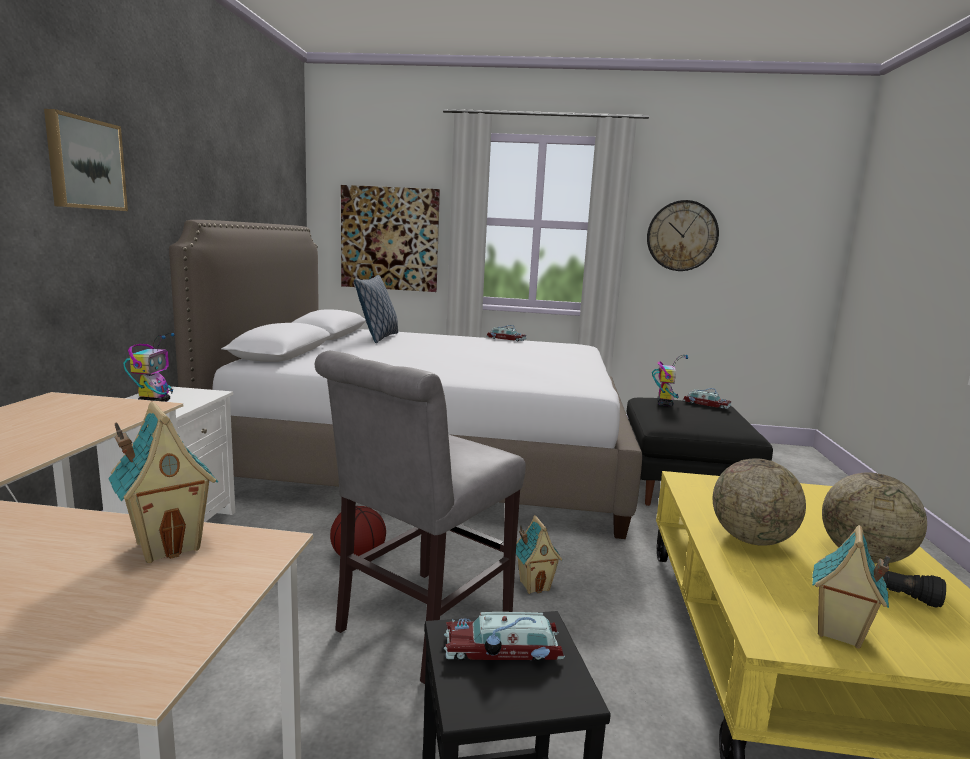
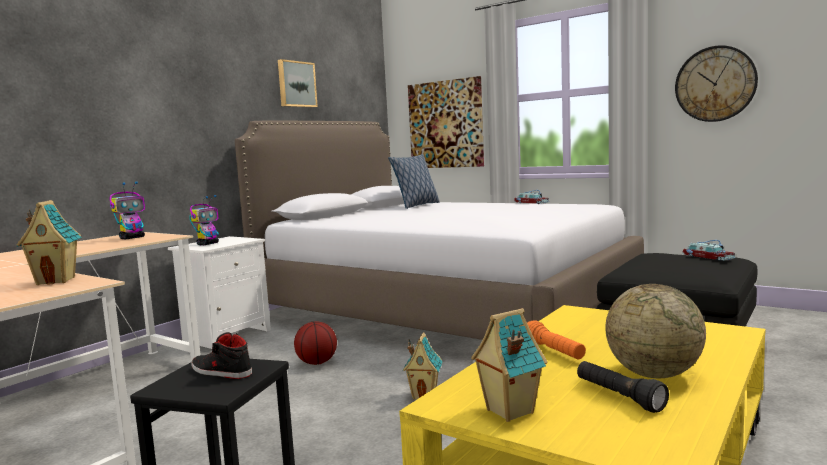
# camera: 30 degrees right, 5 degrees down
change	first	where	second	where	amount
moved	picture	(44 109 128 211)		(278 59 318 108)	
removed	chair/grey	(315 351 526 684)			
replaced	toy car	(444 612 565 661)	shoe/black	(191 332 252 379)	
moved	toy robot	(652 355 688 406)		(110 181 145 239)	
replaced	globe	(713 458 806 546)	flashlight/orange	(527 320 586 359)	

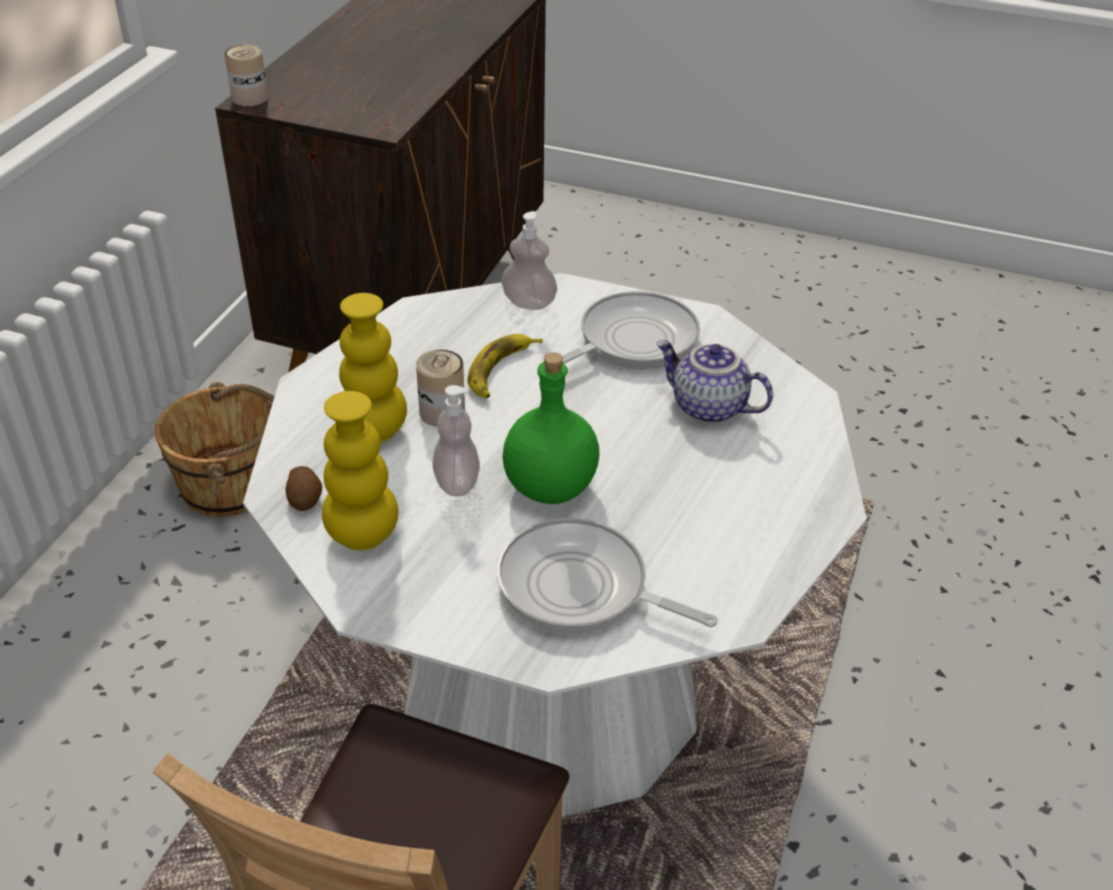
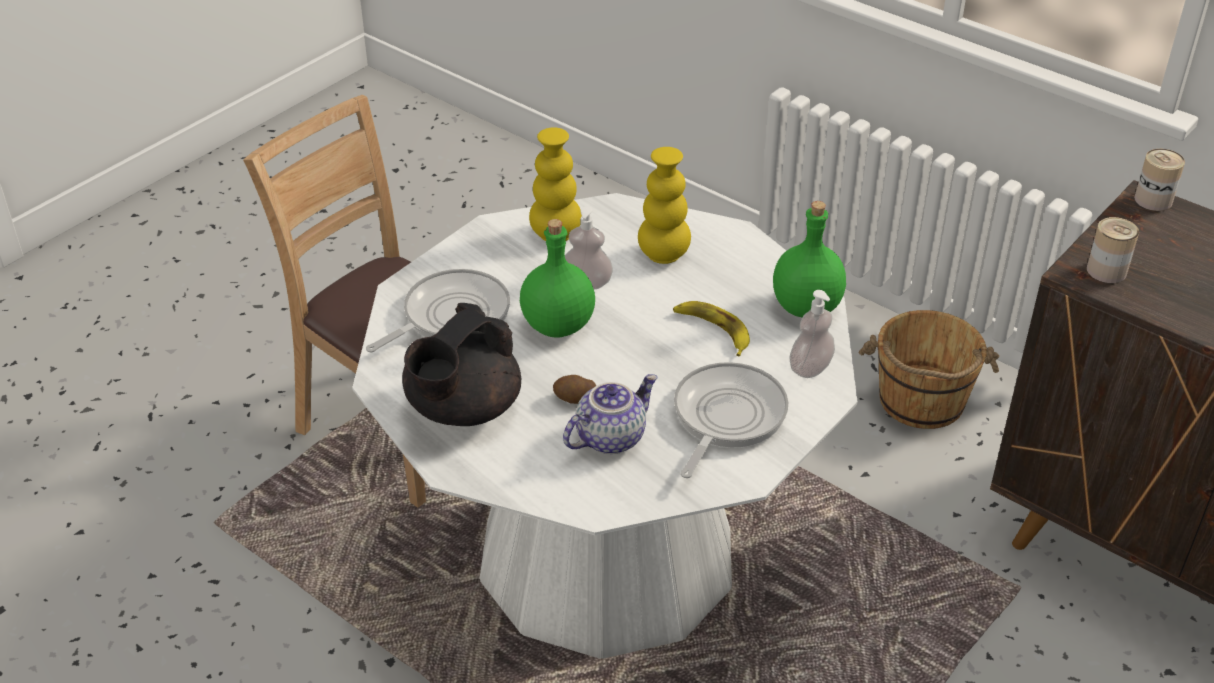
# camera: 110 degrees right, 0 degrees up
change	first	where	second	where	amount
moved	potato	(285 466 322 511)		(553 375 596 404)	
moved	can	(416 349 465 427)		(1087 217 1139 283)	
turned	frying pan	(562 291 700 369)		(674 362 789 478)	135 degrees counterclockwise
added			teapot/black	(402 303 521 426)	
added			bottle/green	(773 201 846 317)	

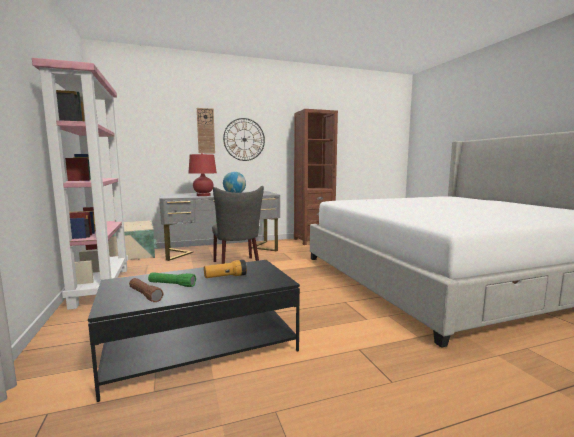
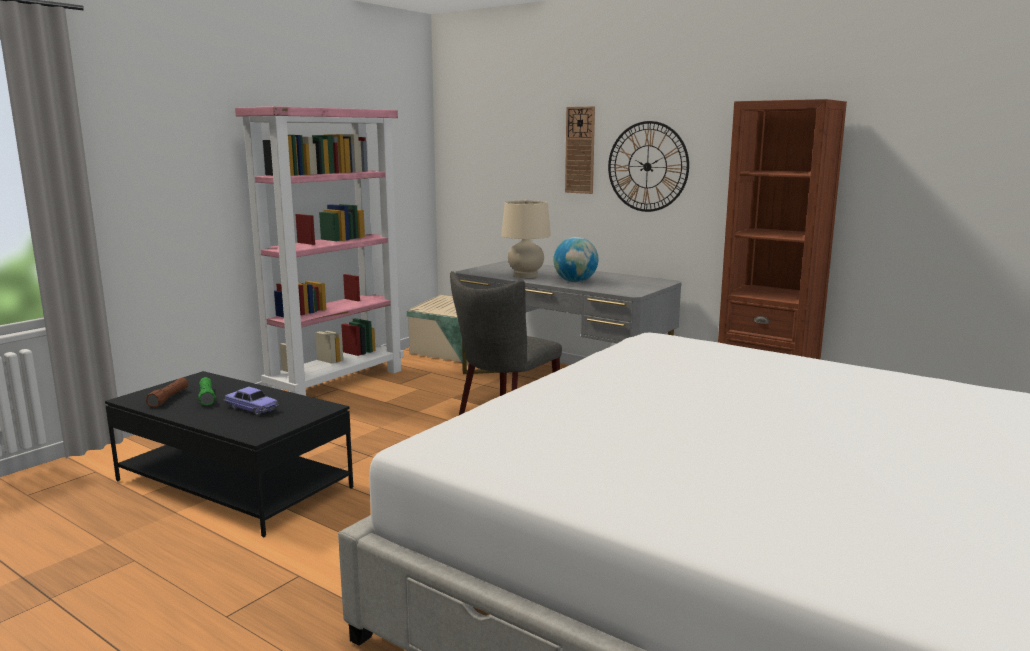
# camera: 55 degrees right, 5 degrees up
change	first	where	second	where	amount
recoloured	table lamp/red	(189 153 217 196)	table lamp/beige	(501 199 551 278)	
replaced	flashlight	(204 260 247 278)	toy car	(224 387 279 415)	

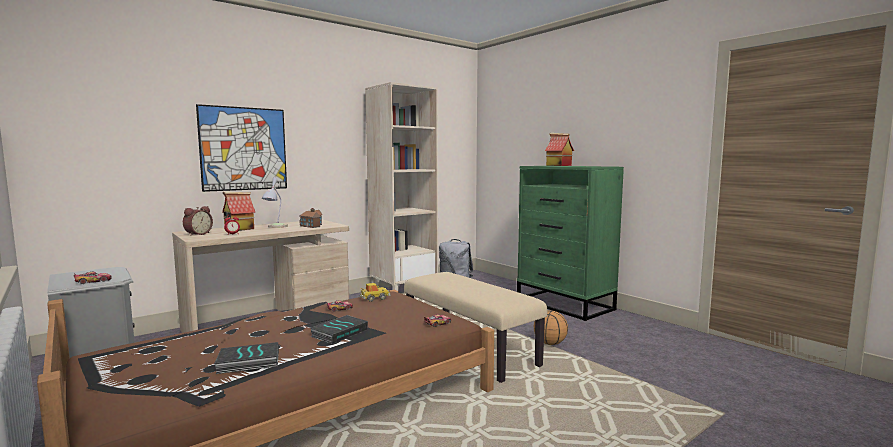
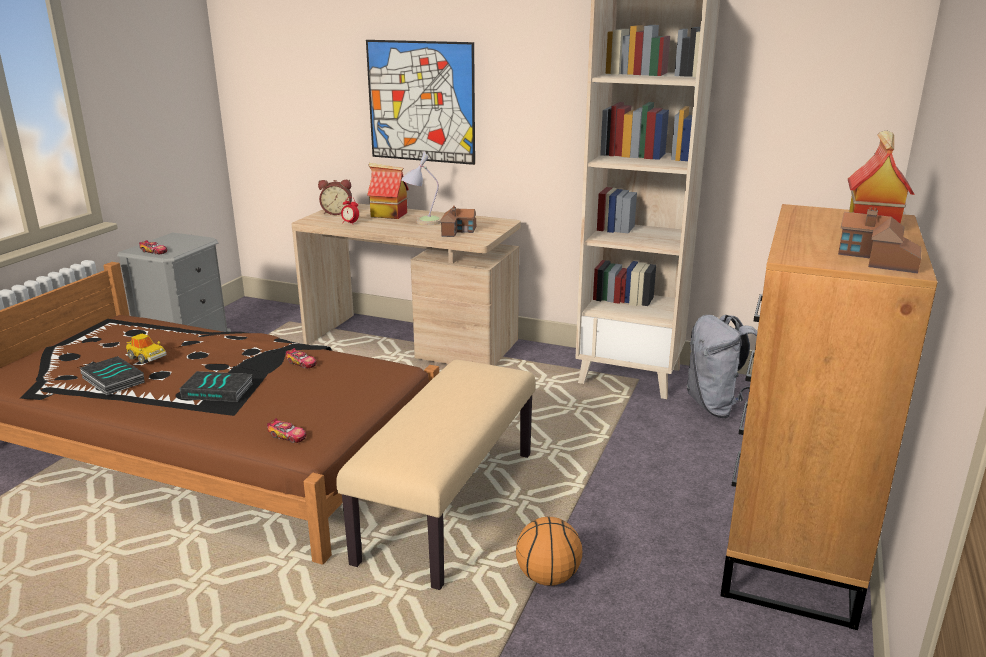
# camera: 60 degrees right, 15 degrees up
change	first	where	second	where	amount
moved	toy car	(360 283 390 302)		(126 333 167 363)	
recoloured	dresser/green	(517 166 624 321)	dresser/brown	(720 204 938 630)	
added			toy house	(838 207 922 274)	

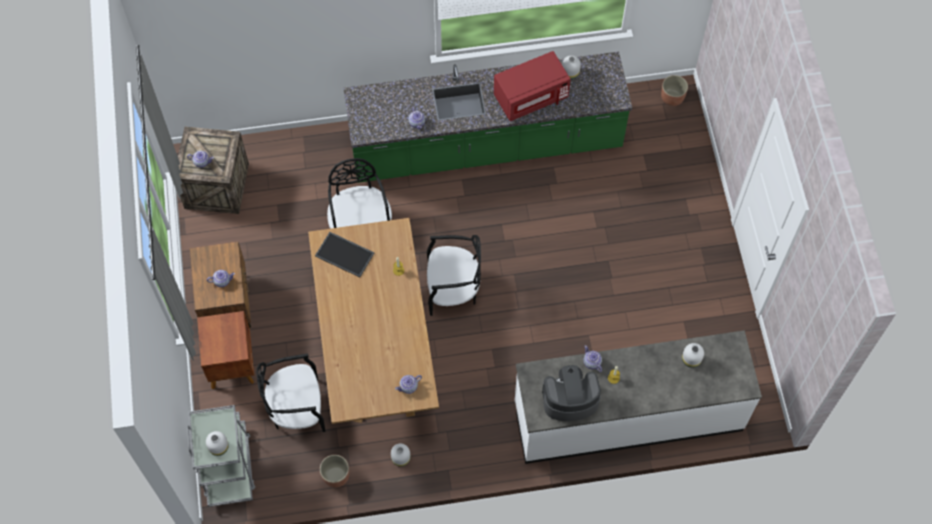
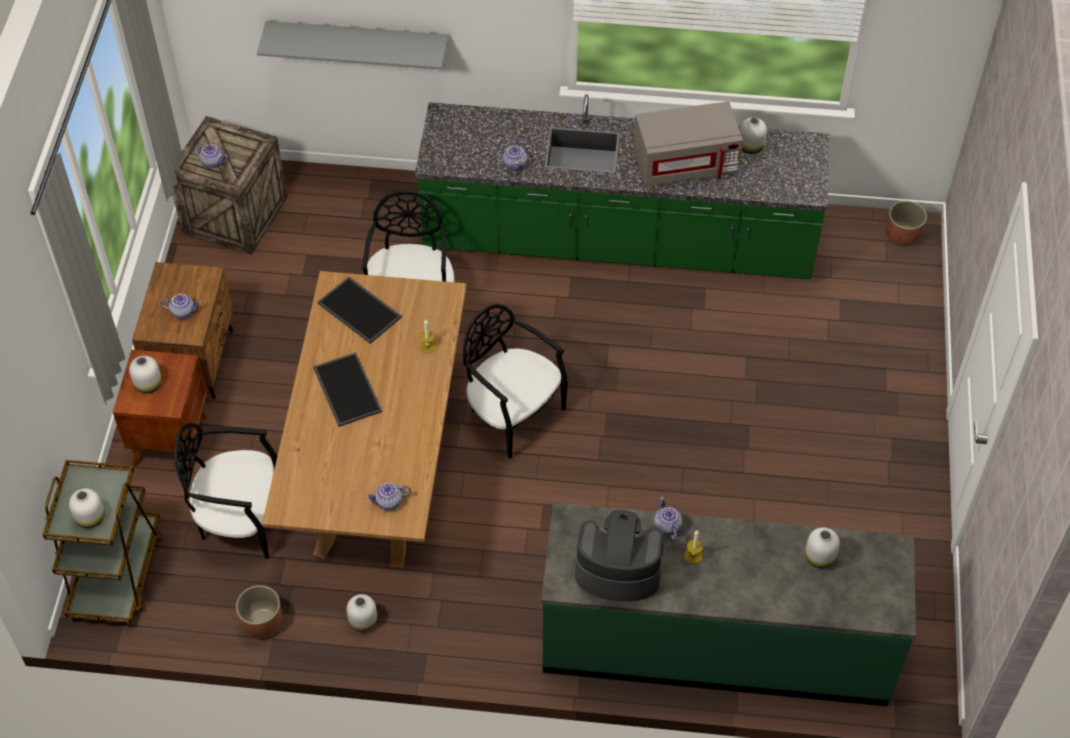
# camera: 15 degrees right, 10 degrees down
change	first	where	second	where	amount
recoloured	cart/grey	(187 405 255 507)	cart/brown	(42 460 162 623)	
turned	chair/black	(427 235 481 316)		(463 303 568 459)	150 degrees counterclockwise
recoloured	microwave/red	(494 51 571 121)	microwave/grey	(633 101 743 187)	
recoloured	counter/white	(515 330 762 464)	counter/green	(541 502 916 706)	
added			vase/white	(129 356 162 394)	
added			shelf/grey	(257 21 448 70)	
added			tray	(313 352 382 427)	

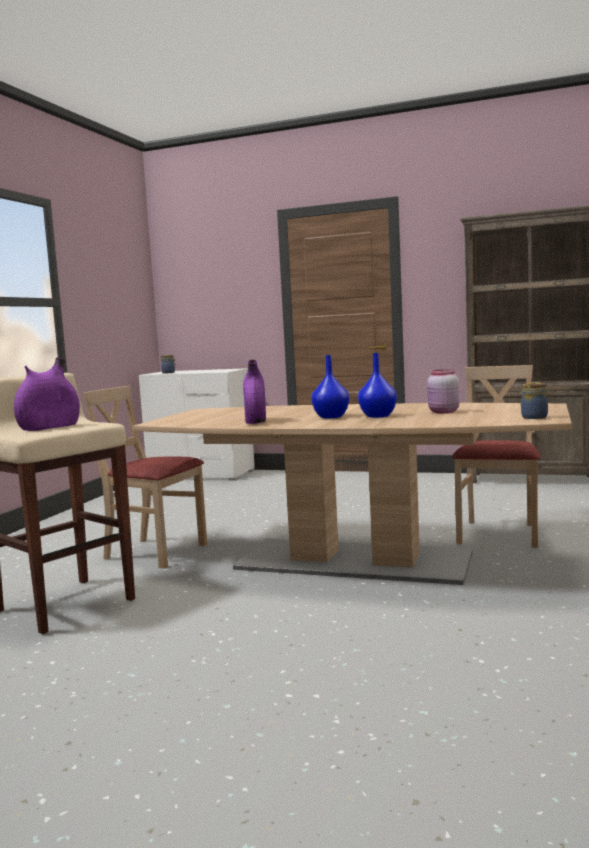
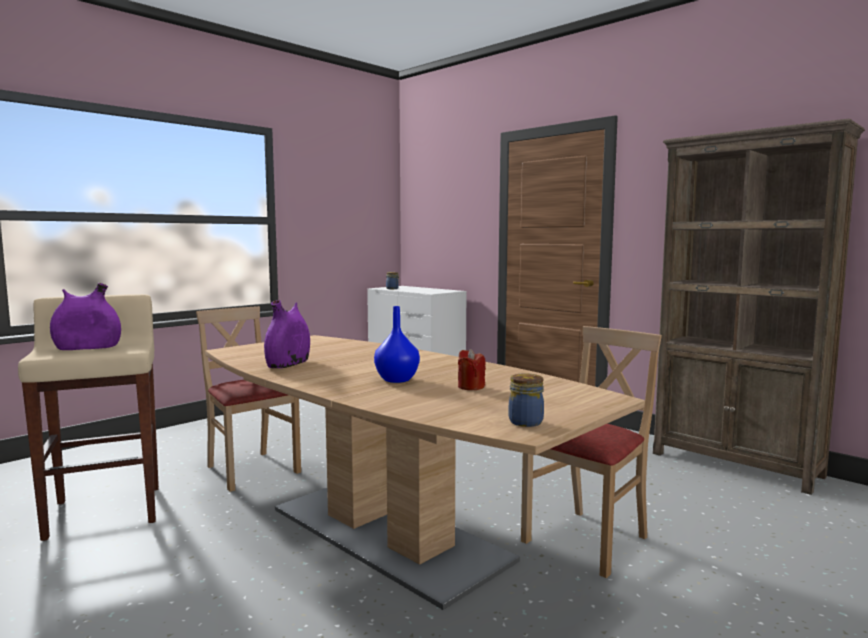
# camera: 25 degrees right, 0 degrees up
change	first	where	second	where	amount
removed	vase/blue	(311 355 349 418)			
replaced	jar/pink	(427 369 460 413)	candle/red	(458 349 486 390)	

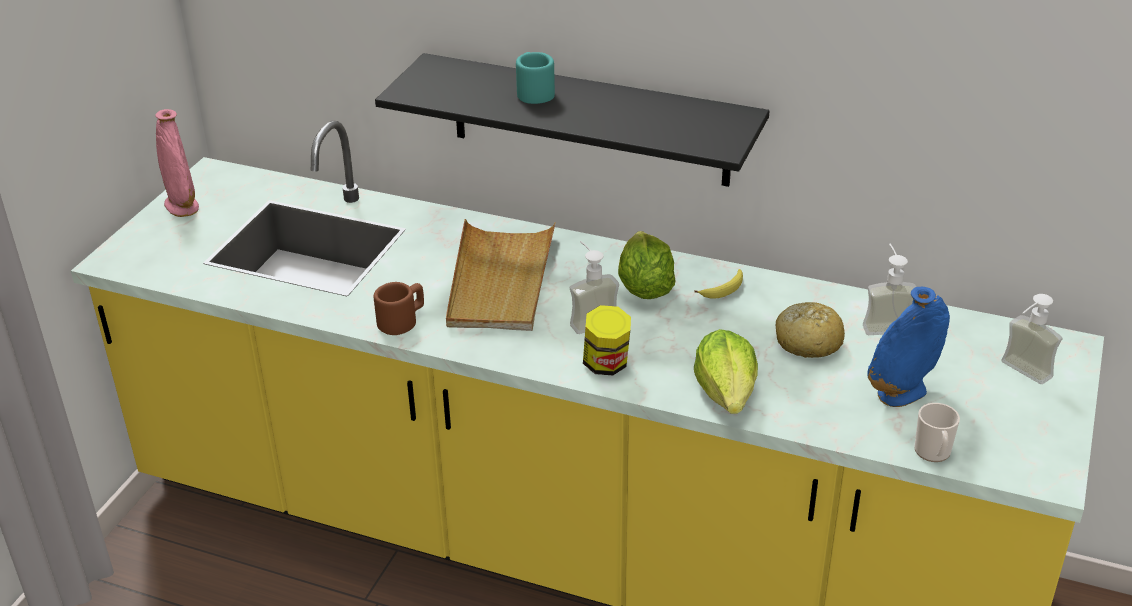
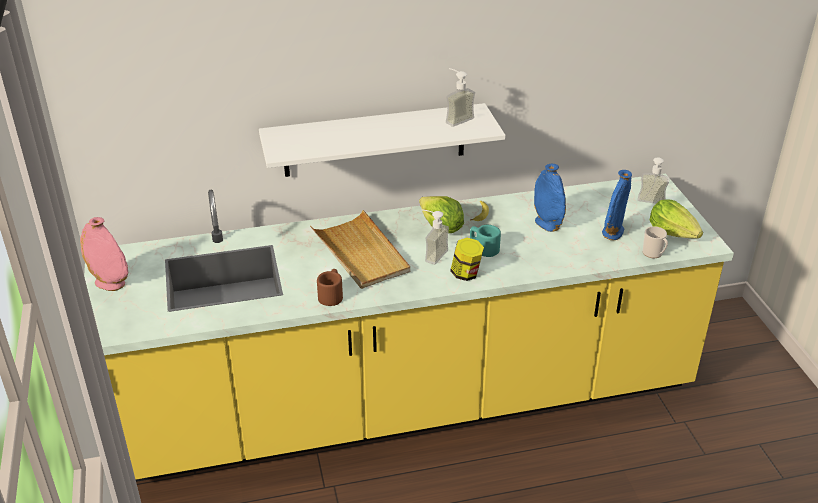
# camera: 35 degrees left, 0 degrees up
change	first	where	second	where	amount
recoloured	shelf/black	(375 53 769 187)	shelf/white	(259 103 506 177)	
moved	mug/turquoise	(516 52 555 104)		(470 225 501 257)	
moved	lettuce	(694 329 758 414)		(650 200 703 239)	
replaced	bread	(776 302 845 358)	vase/blue	(534 163 566 232)	
moved	soap dispenser	(863 244 916 335)		(446 68 475 127)	

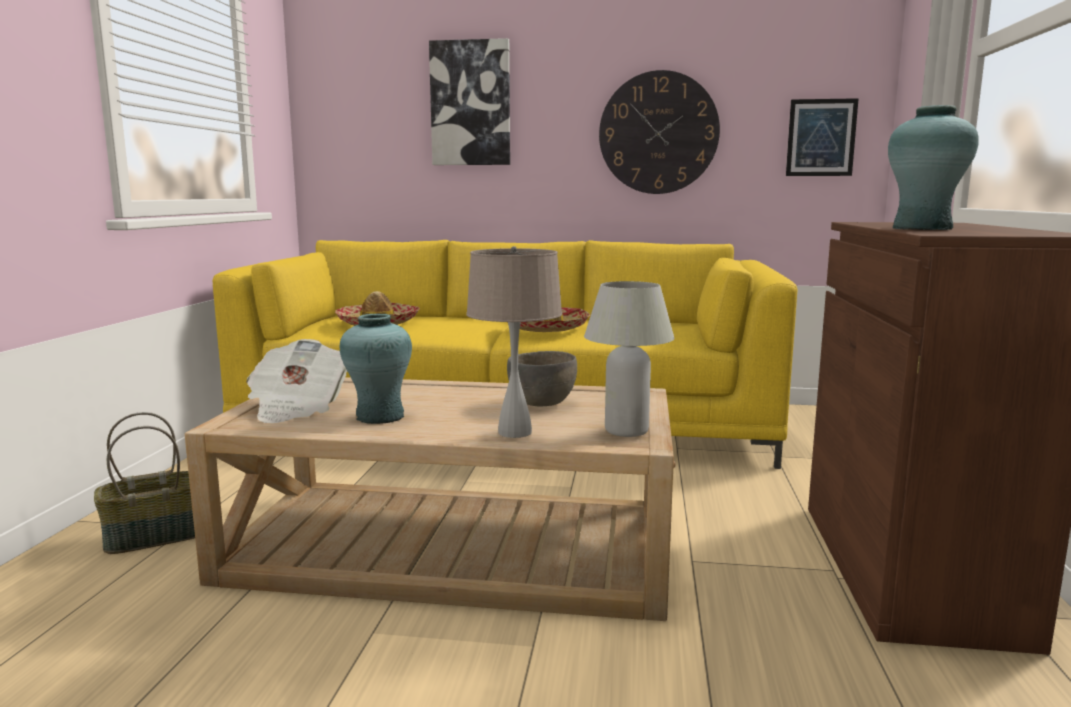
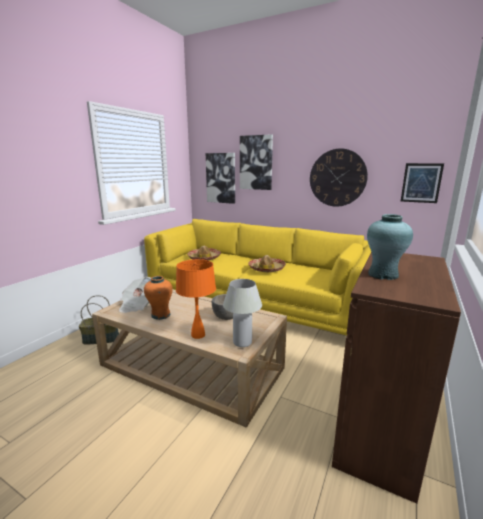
# camera: 20 degrees right, 5 degrees up
change	first	where	second	where	amount
recoloured	vase/turquoise	(340 314 412 424)	vase/orange	(144 276 173 320)	
recoloured	table lamp/beige	(466 246 562 438)	table lamp/orange	(176 259 216 339)	
added			picture	(206 153 235 204)	

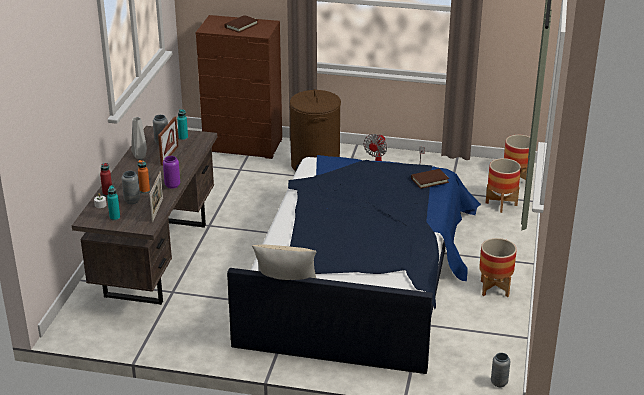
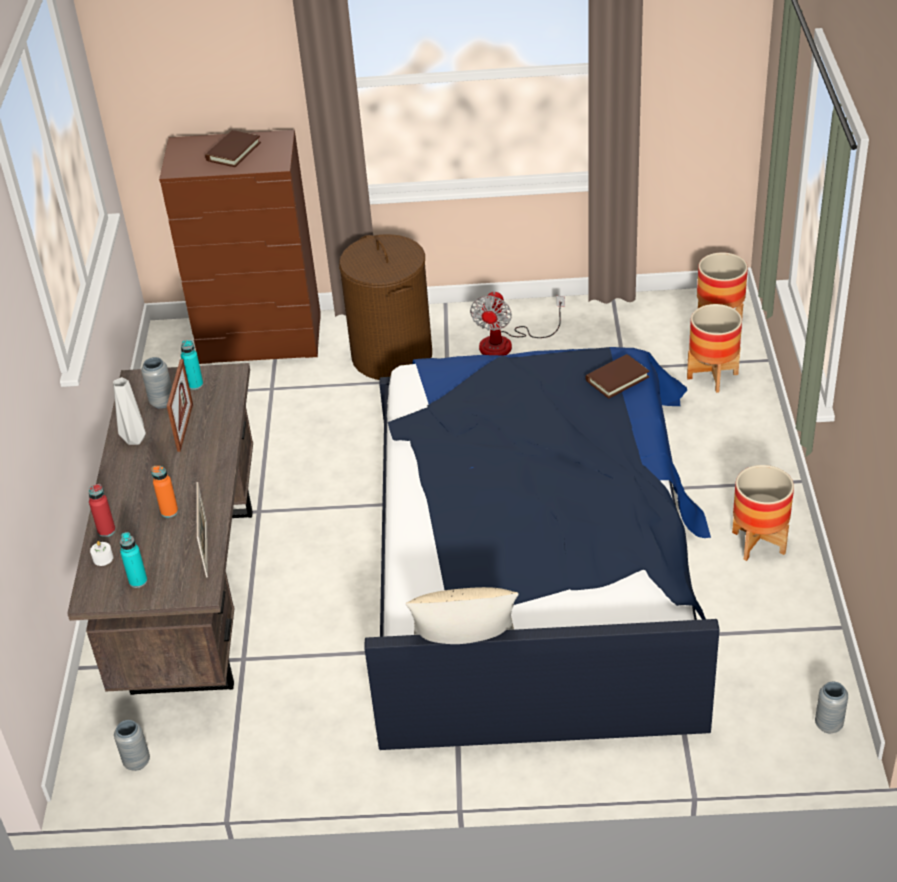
# camera: 10 degrees left, 10 degrees up
change	first	where	second	where	amount
moved	vase/grey	(122 171 140 204)		(114 720 150 771)	
removed	vase/purple	(163 156 180 189)			

